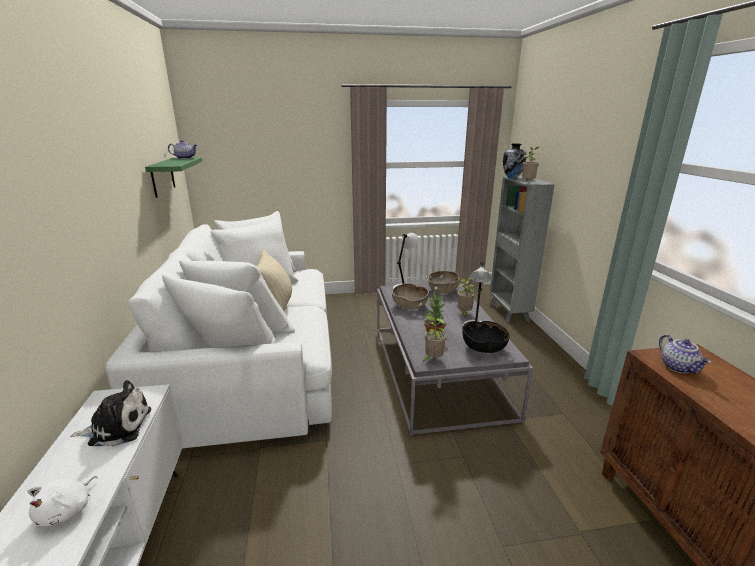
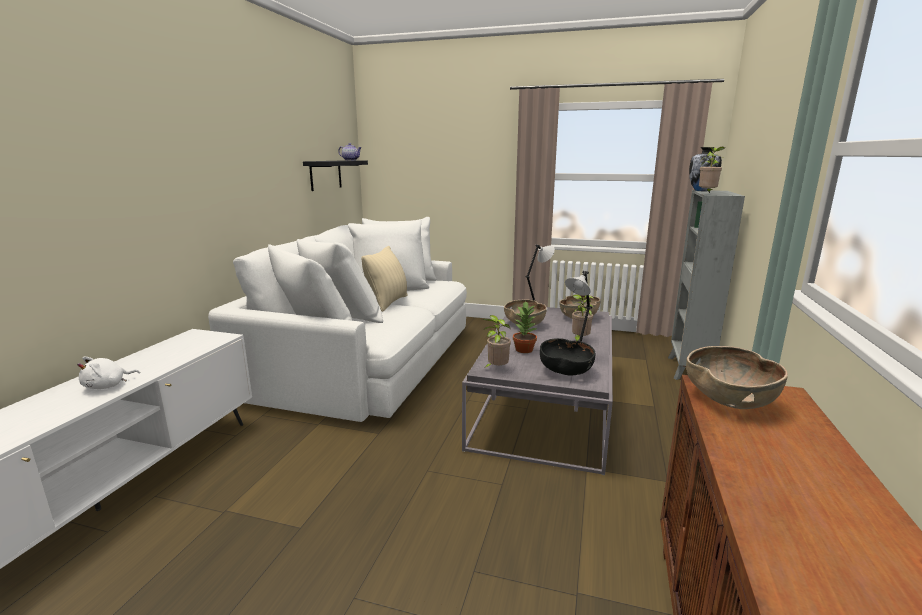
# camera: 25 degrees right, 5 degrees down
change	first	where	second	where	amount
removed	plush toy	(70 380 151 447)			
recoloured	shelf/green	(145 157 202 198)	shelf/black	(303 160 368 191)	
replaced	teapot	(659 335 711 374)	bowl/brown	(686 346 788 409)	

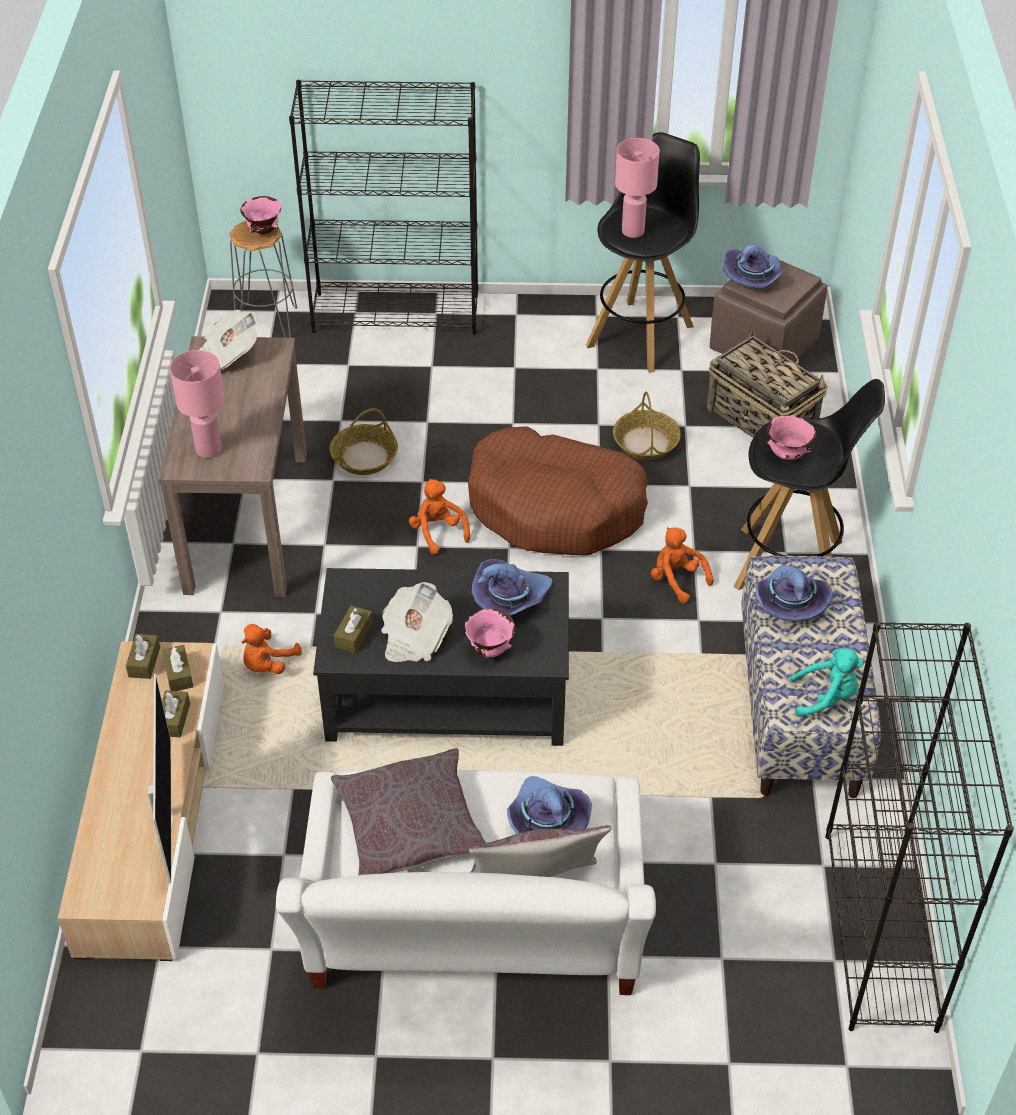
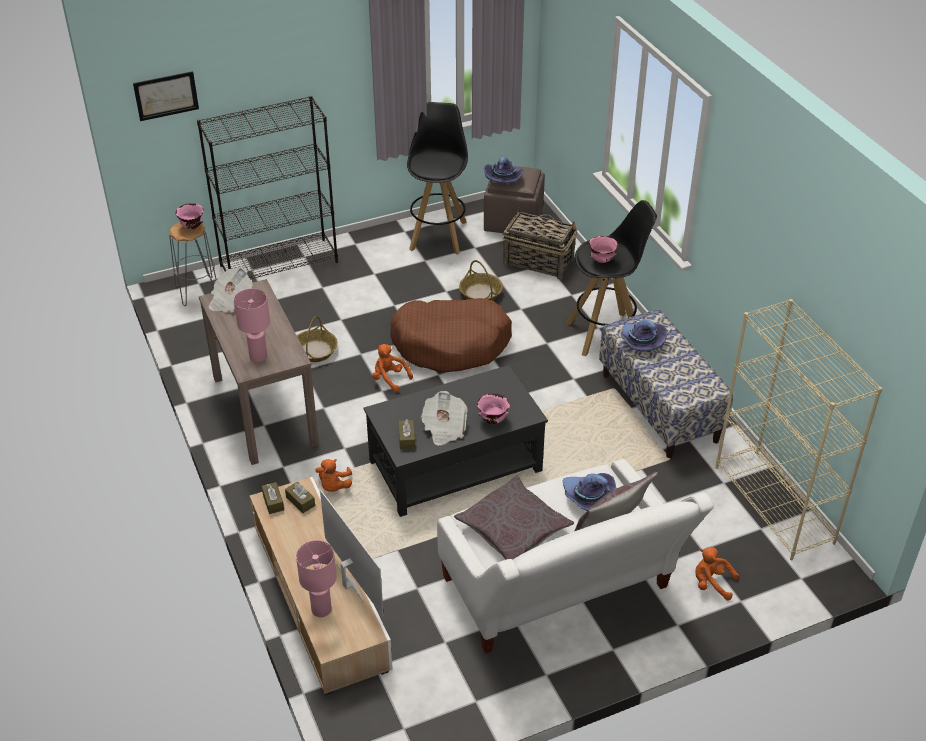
# camera: 25 degrees left, 5 degrees down
change	first	where	second	where	amount
removed	tissue box/brown	(162 691 190 737)			
removed	hat/purple	(472 559 553 616)			
moved	table lamp/pink	(615 138 660 238)		(296 540 336 617)	
moved	plush toy/orange	(651 527 714 603)		(695 547 739 601)	
removed	plush toy/turquoise	(790 649 864 717)			
recoloured	bookcase/black	(825 621 1014 1033)	bookcase/beige	(716 299 882 561)	
added			picture	(133 71 199 121)	

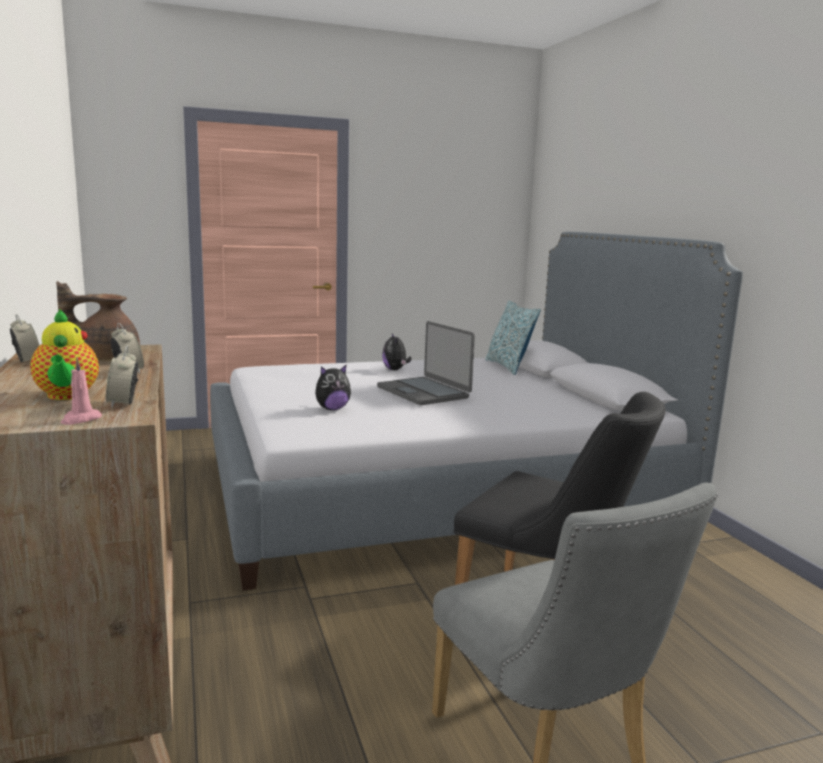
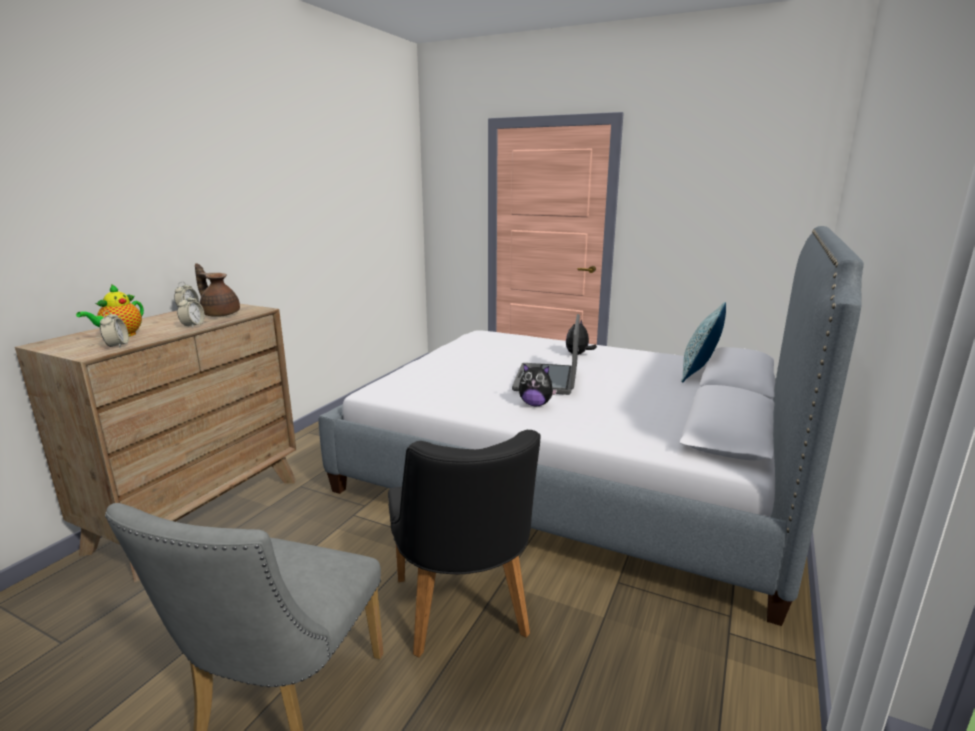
# camera: 45 degrees right, 5 degrees up
change	first	where	second	where	amount
removed	candle/pink	(61 357 102 425)			
turned	alarm clock	(106 345 138 408)		(100 310 129 348)	135 degrees clockwise
moved	plush toy	(315 364 351 410)		(519 364 557 406)	

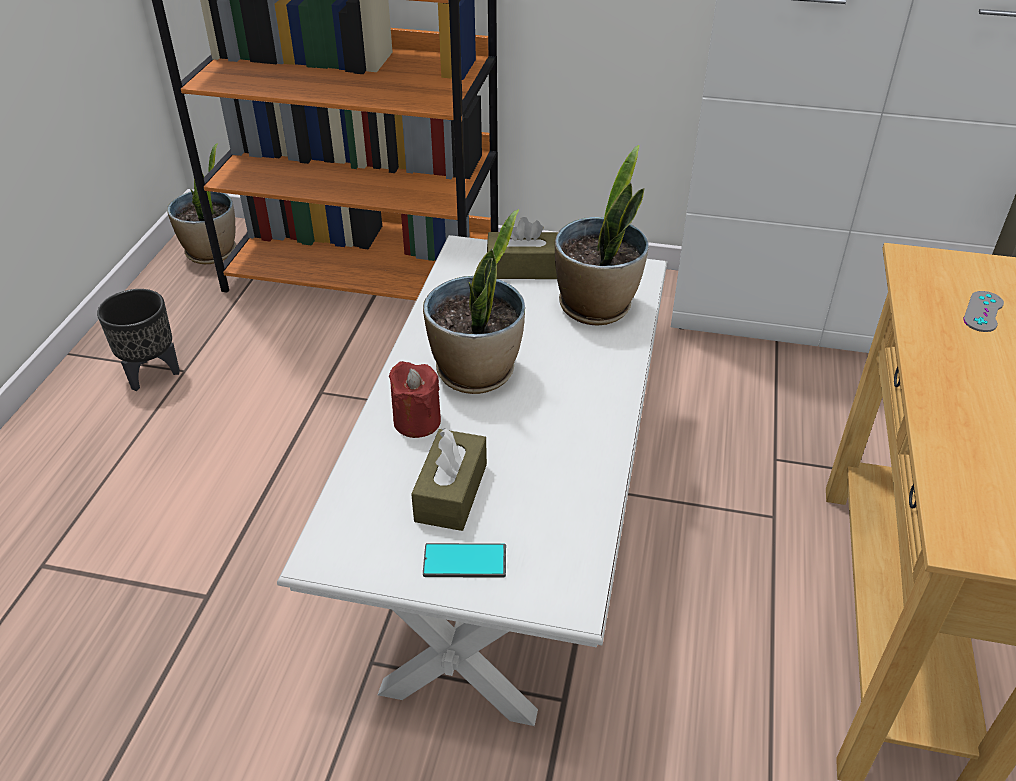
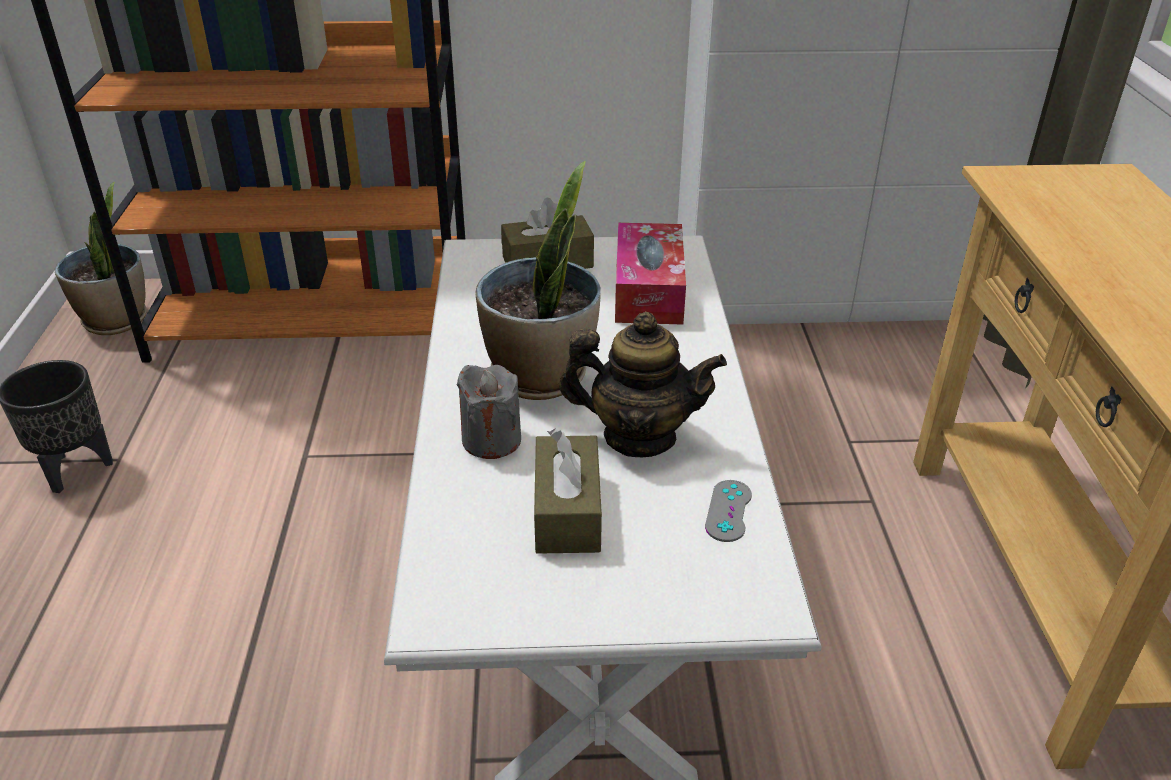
# camera: 15 degrees left, 5 degrees down
change	first	where	second	where	amount
recoloured	candle/red	(389 361 441 438)	candle/grey	(457 365 521 459)	
removed	phone	(423 543 506 578)			
replaced	potted plant	(555 145 649 325)	tissue box	(615 223 686 325)	
moved	game controller/grey	(963 291 1004 332)		(705 480 752 542)	
added			teapot	(559 312 727 457)	

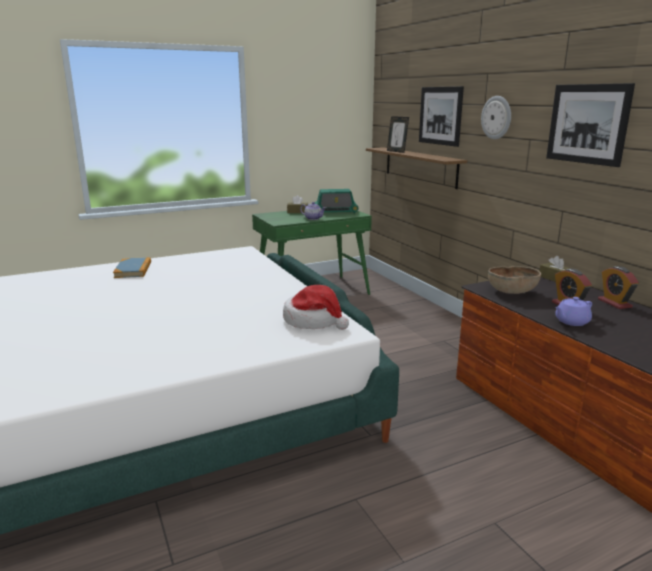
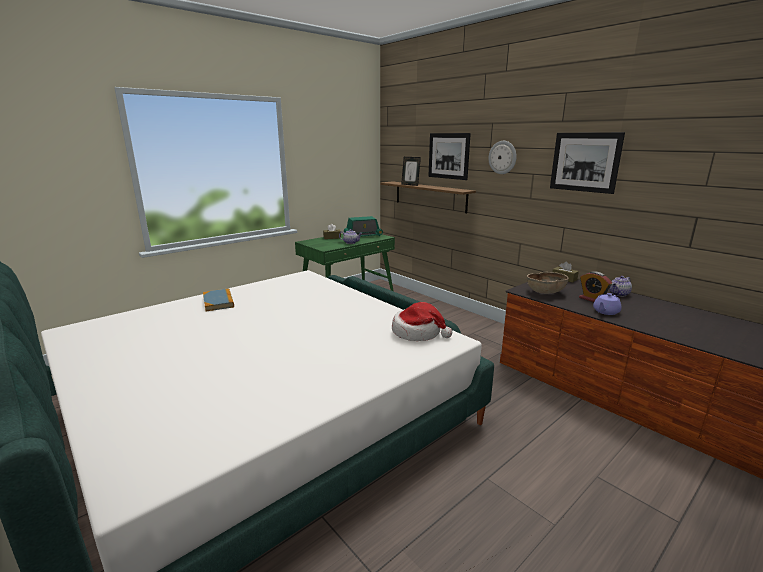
# camera: 15 degrees left, 0 degrees up
change	first	where	second	where	amount
replaced	alarm clock	(598 266 639 309)	teapot	(609 276 632 297)	

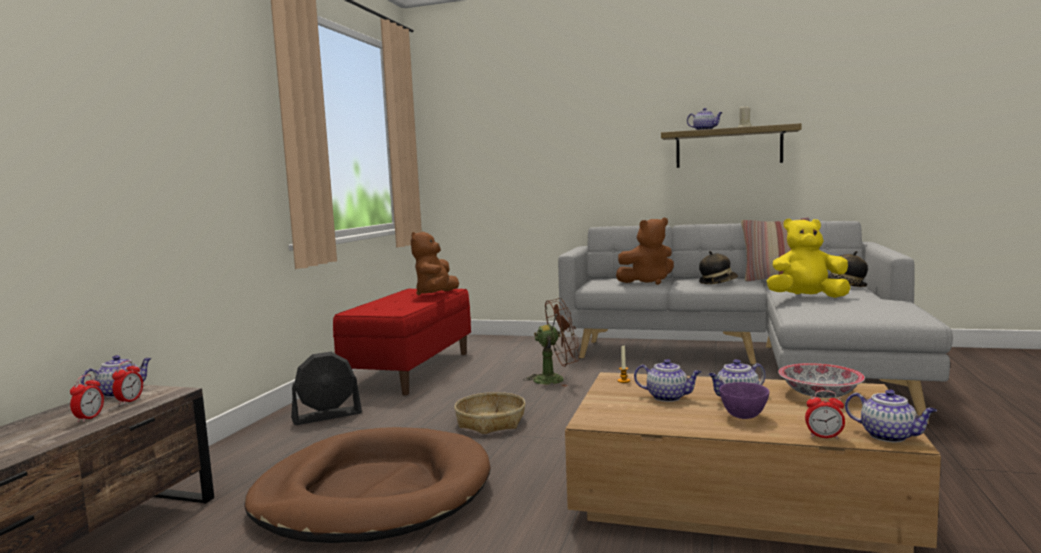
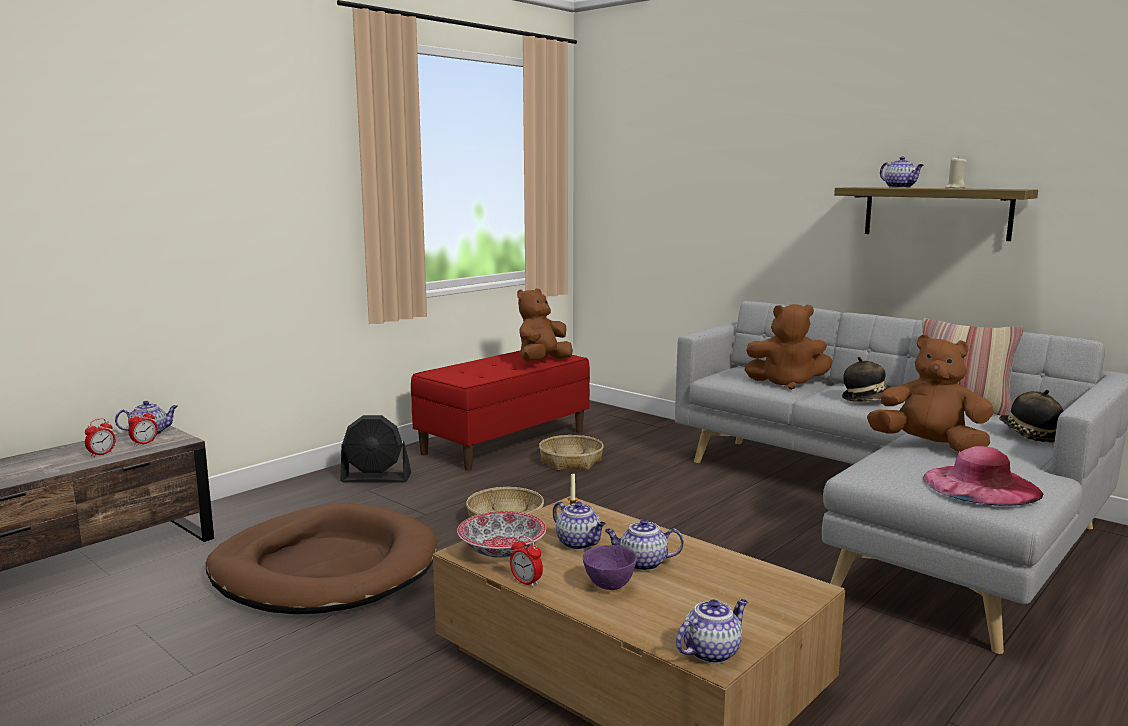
# camera: 25 degrees right, 5 degrees up
change	first	where	second	where	amount
removed	fan/brown	(523 298 579 387)			
recoloured	plush toy/yellow	(766 218 851 298)	plush toy/brown	(867 335 994 452)	
moved	bowl	(778 363 865 398)		(457 511 546 558)	
moved	alarm clock	(805 390 845 439)		(510 536 543 587)	
turned	teapot	(845 389 937 442)		(676 599 747 664)	105 degrees counterclockwise
added			basket	(539 435 604 471)	
added			hat/pink	(923 446 1043 506)	

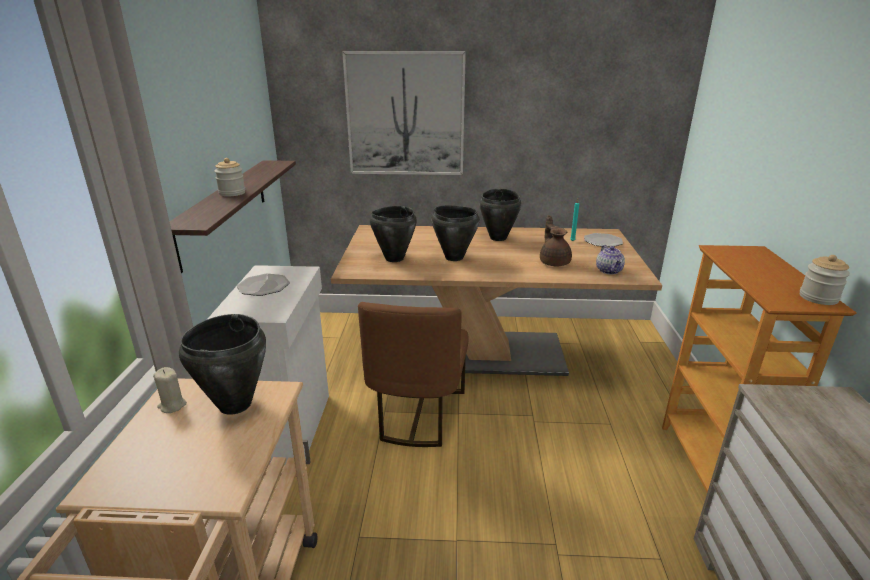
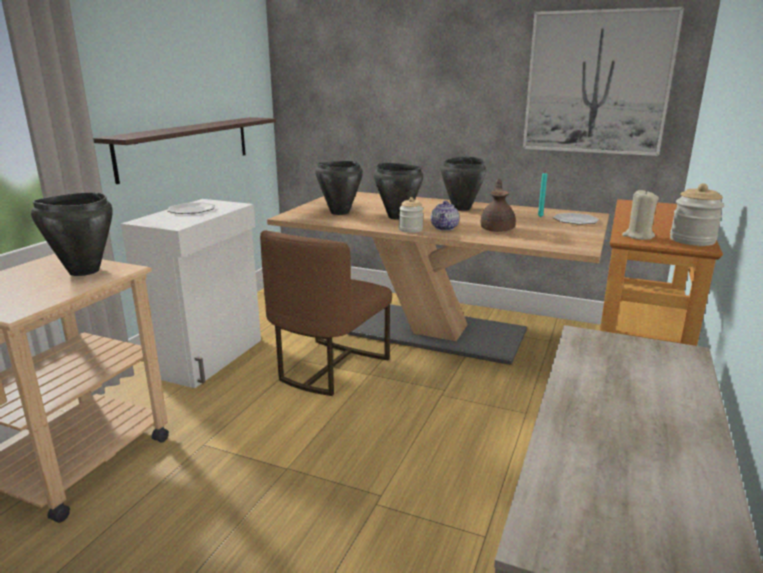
# camera: 20 degrees right, 5 degrees down
change	first	where	second	where	amount
moved	candle/beige	(153 367 187 413)		(622 189 659 240)	
moved	jar	(214 158 245 197)		(399 197 424 233)	
moved	picture	(342 51 466 175)		(523 7 684 156)	
moved	teapot	(596 245 625 275)		(431 201 459 231)	

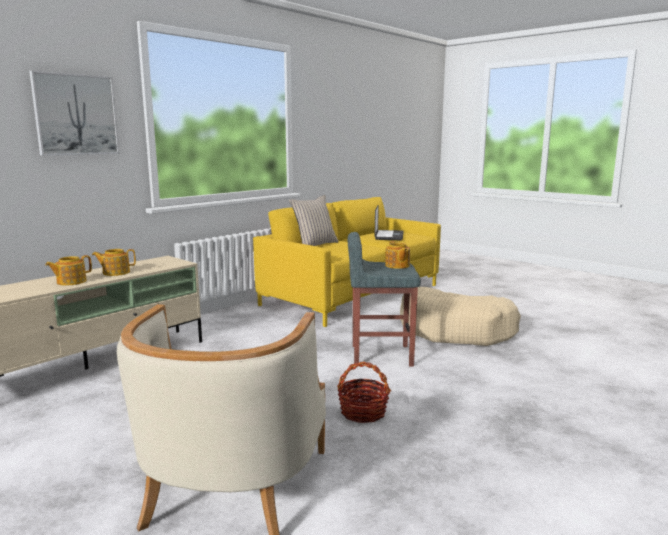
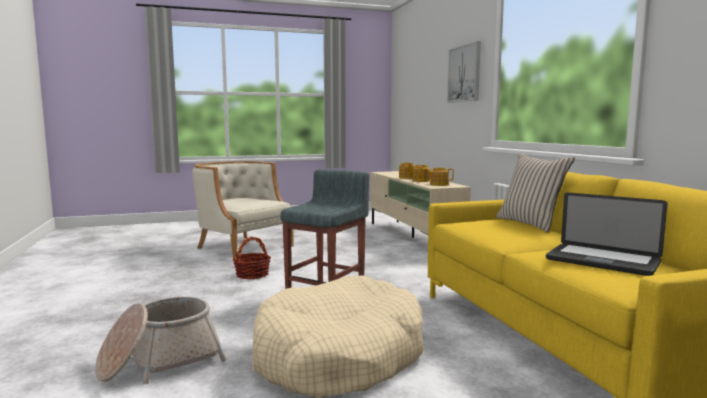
# camera: 120 degrees right, 5 degrees down
change	first	where	second	where	amount
moved	teapot	(385 241 410 269)		(425 168 454 186)	
added			basket	(95 296 227 384)	

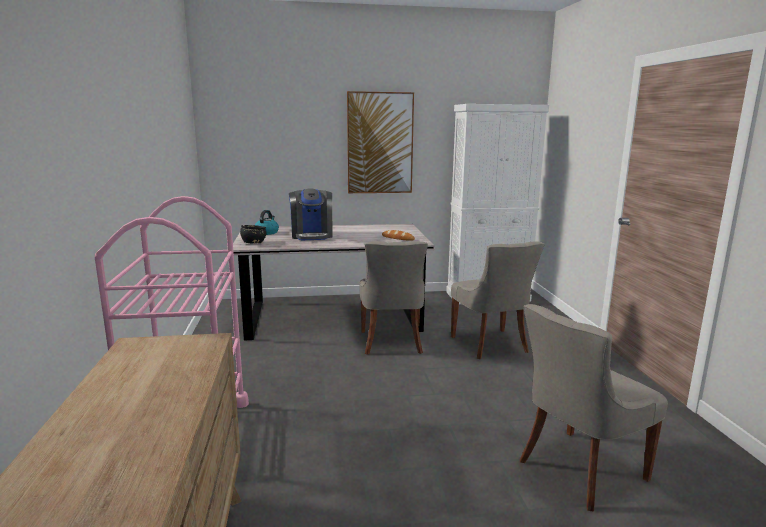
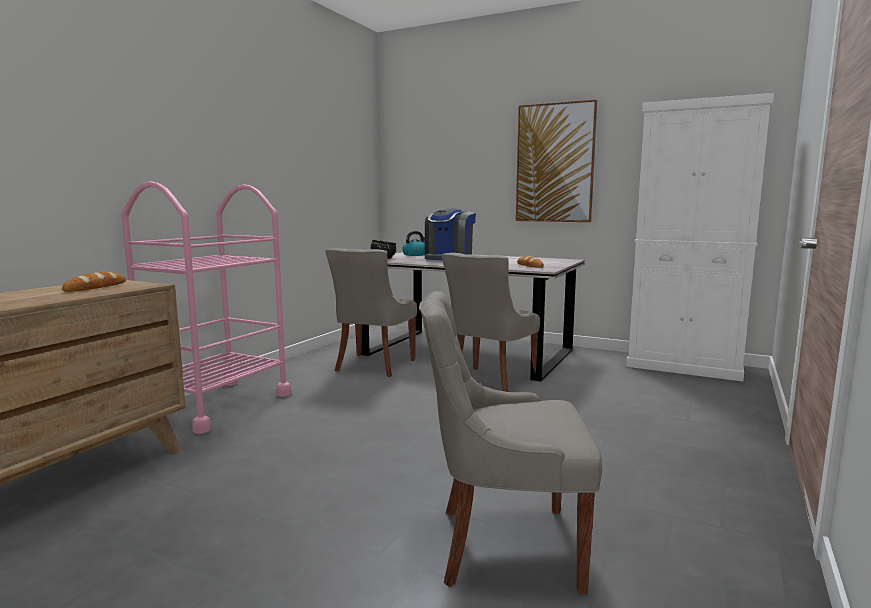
# camera: 35 degrees right, 5 degrees down
change	first	where	second	where	amount
moved	chair/grey	(451 241 545 359)		(325 248 417 377)	
added			bread	(62 272 126 292)	

